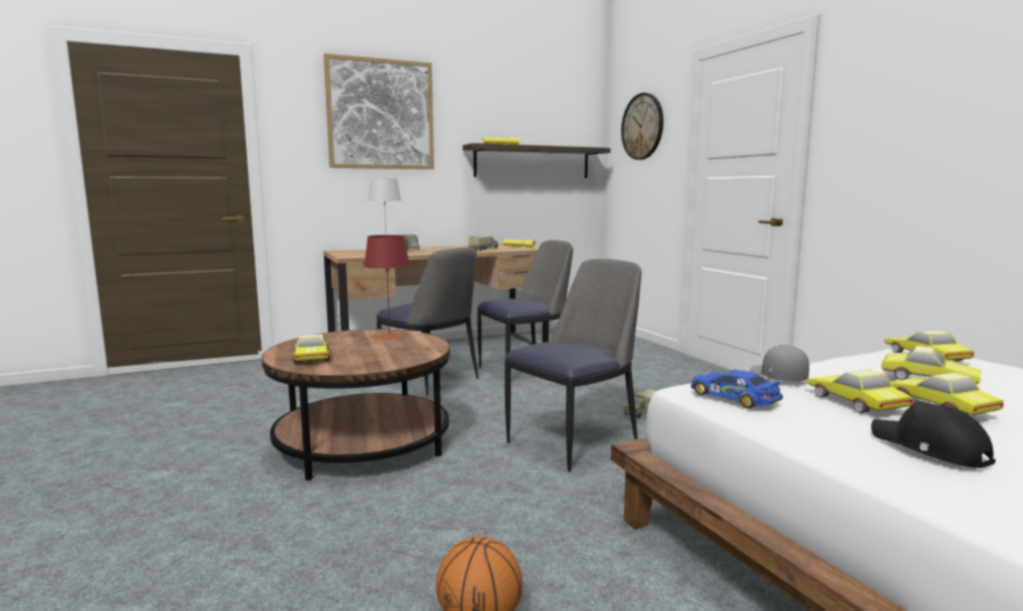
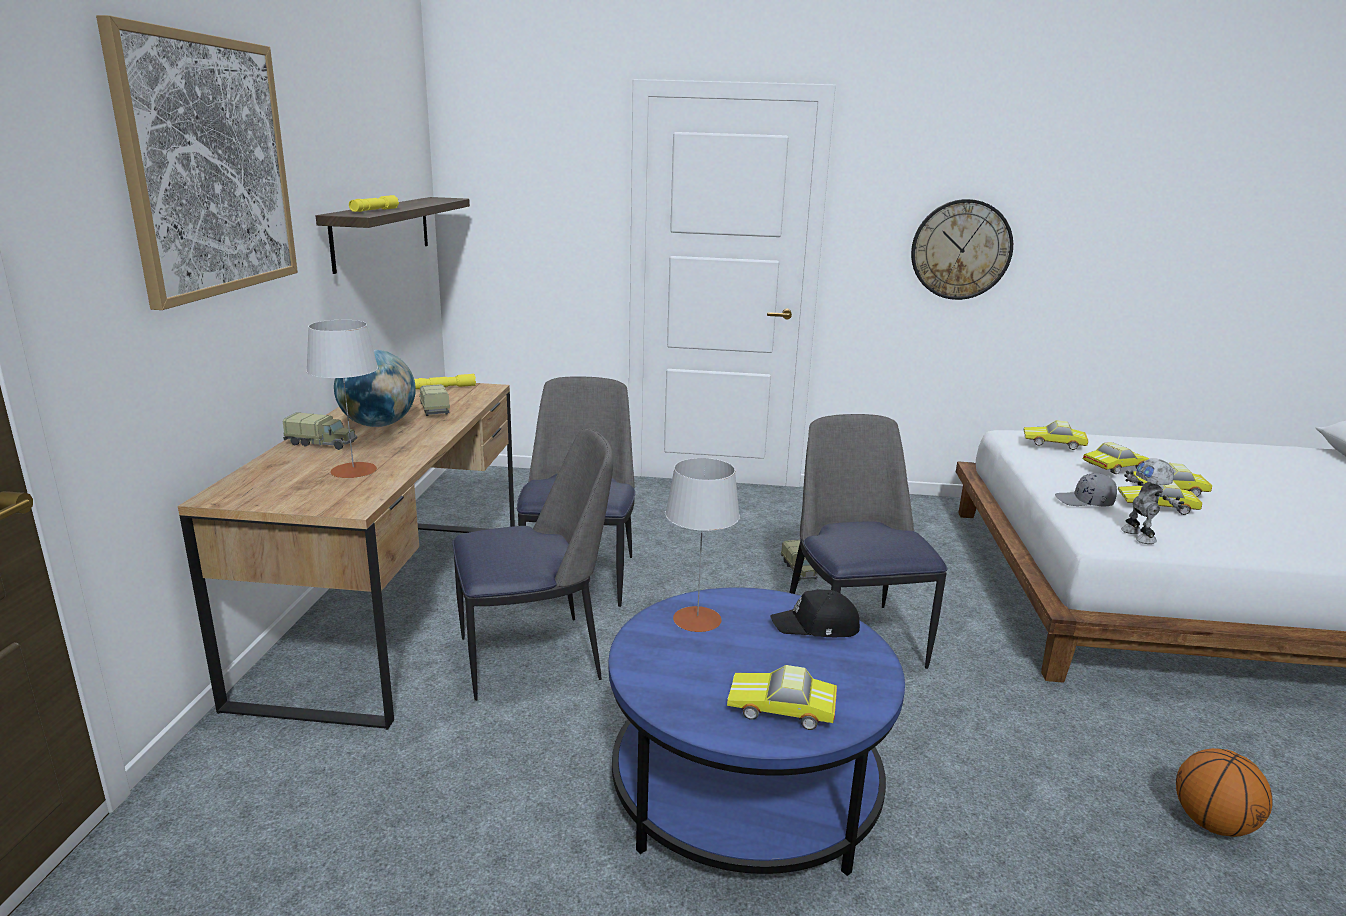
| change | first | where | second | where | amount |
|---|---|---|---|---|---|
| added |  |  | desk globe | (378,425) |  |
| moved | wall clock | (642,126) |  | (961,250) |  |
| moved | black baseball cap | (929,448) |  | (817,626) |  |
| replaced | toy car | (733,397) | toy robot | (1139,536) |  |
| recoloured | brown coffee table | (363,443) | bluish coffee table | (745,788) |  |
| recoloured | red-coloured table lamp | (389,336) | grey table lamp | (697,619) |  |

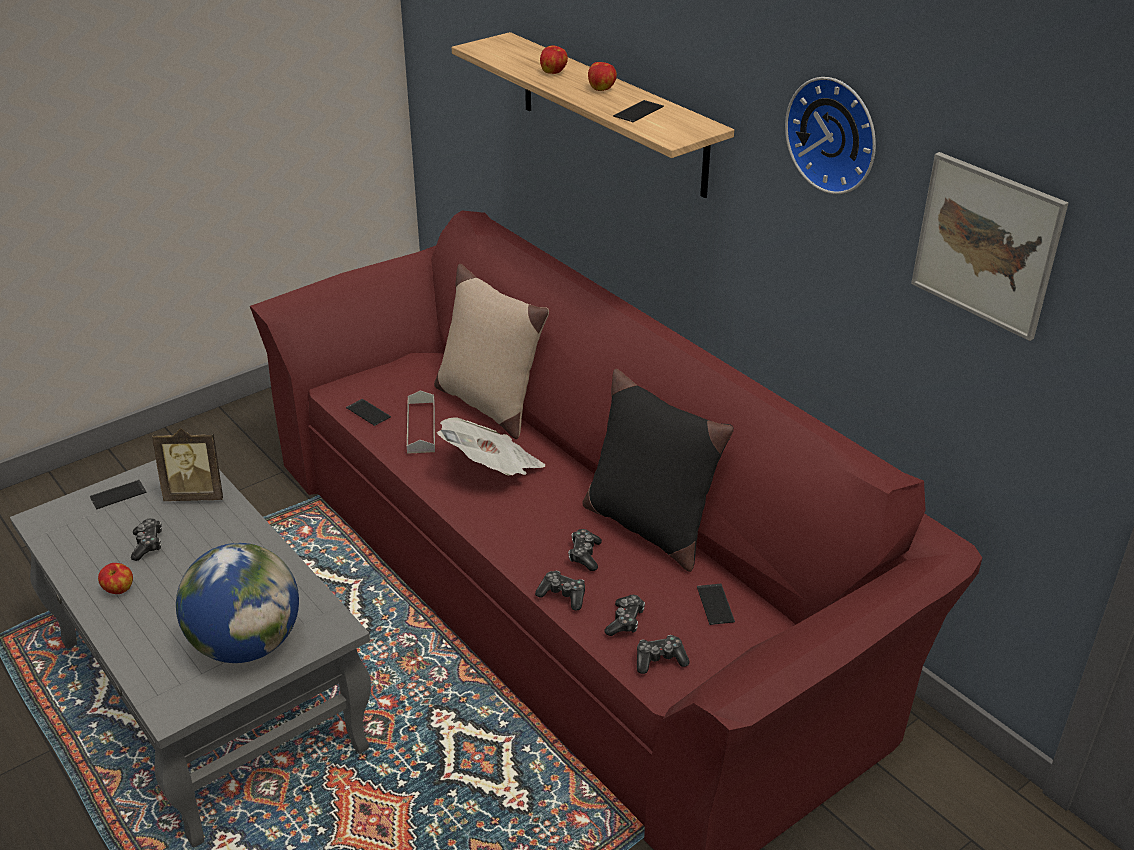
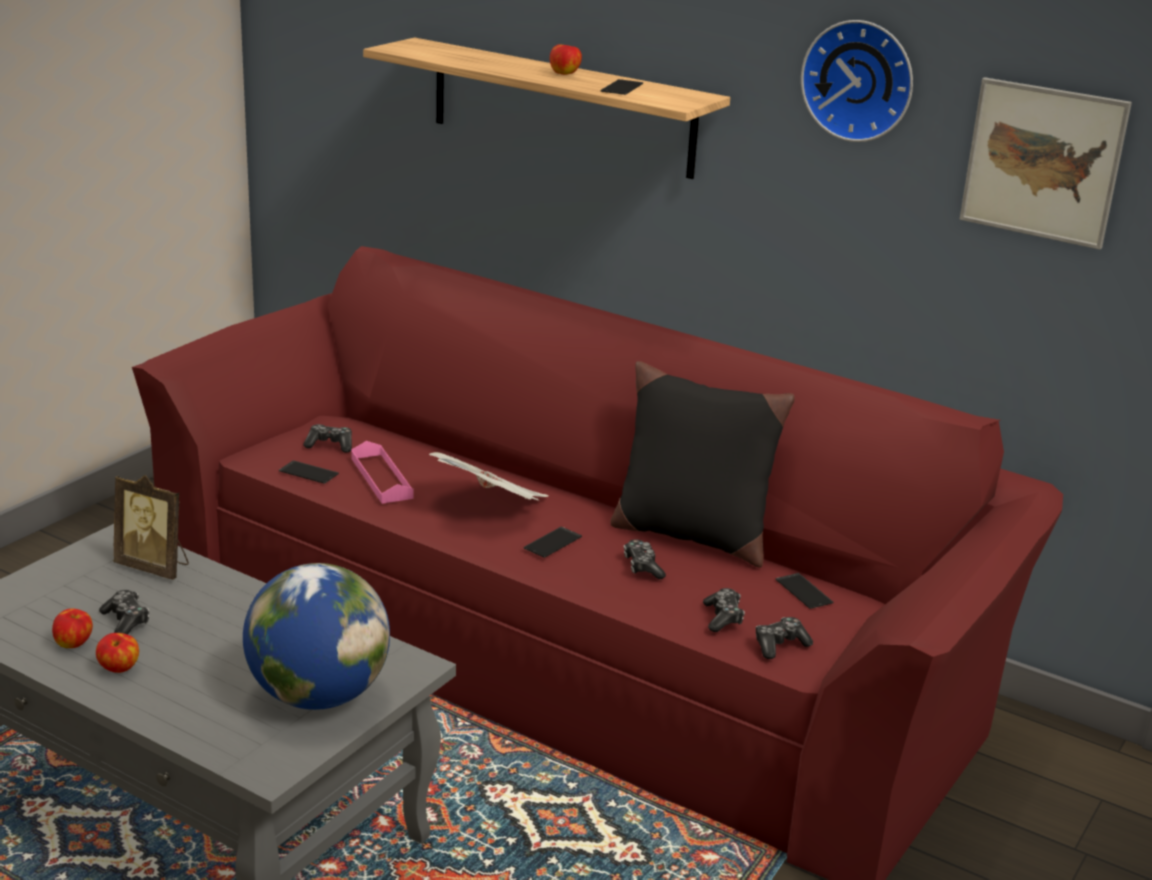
| change | first | where | second | where | amount |
|---|---|---|---|---|---|
| removed | beige pillow | (488,403) |  |  |  |
| moved | telephone | (118,495) |  | (552,542) |  |
| moved | joypad | (563,595) |  | (330,445) |  |
| moved | whole apple | (554,72) |  | (74,644) |  |
| recoloured | grey carrying tray | (421,427) | pinkish carrying tray | (381,478) |  |
| turned | picture frame | (196,494) |  | (155,567) | 45 degrees clockwise |

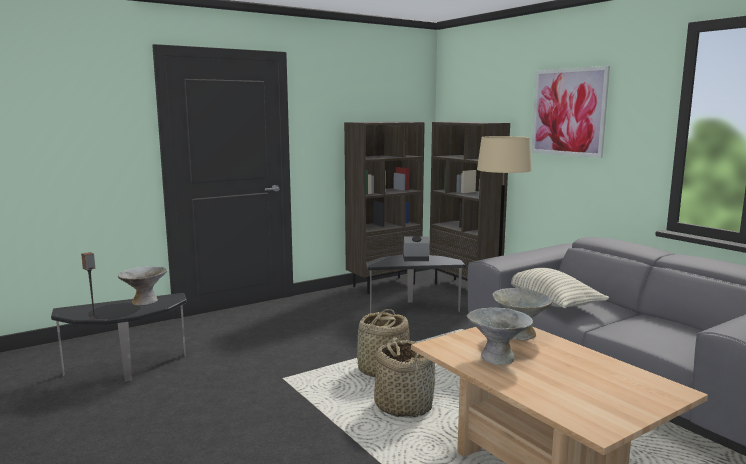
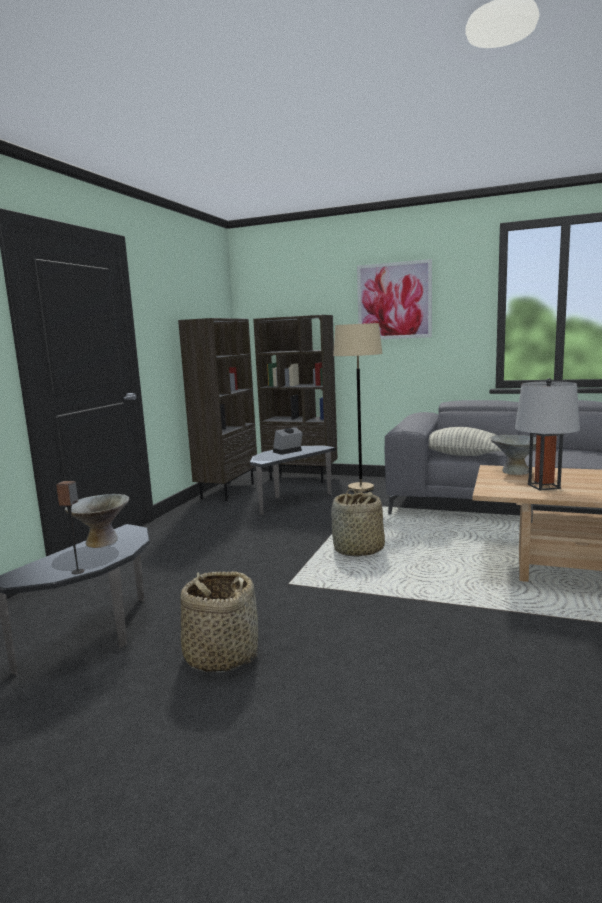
| change | first | where | second | where | amount |
|---|---|---|---|---|---|
| moved | household basket | (403,405) |  | (221,655) |  |
| replaced | grey bowl | (497,357) | grey table lamp | (543,486) |  |

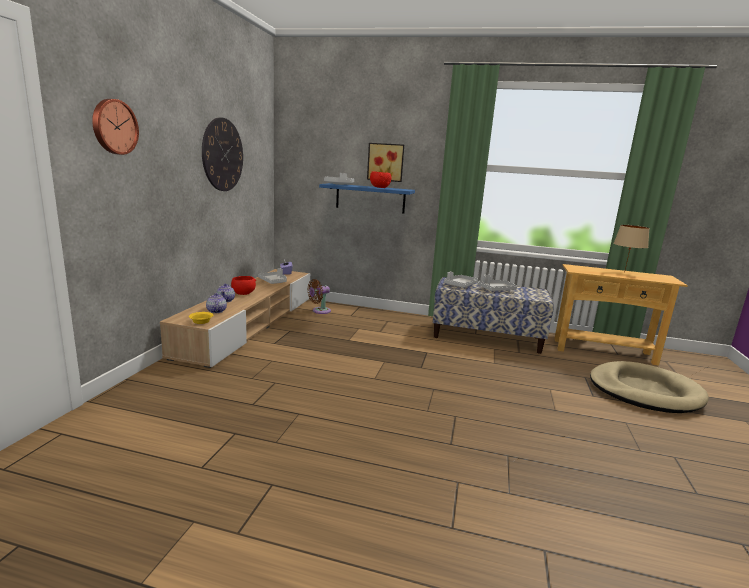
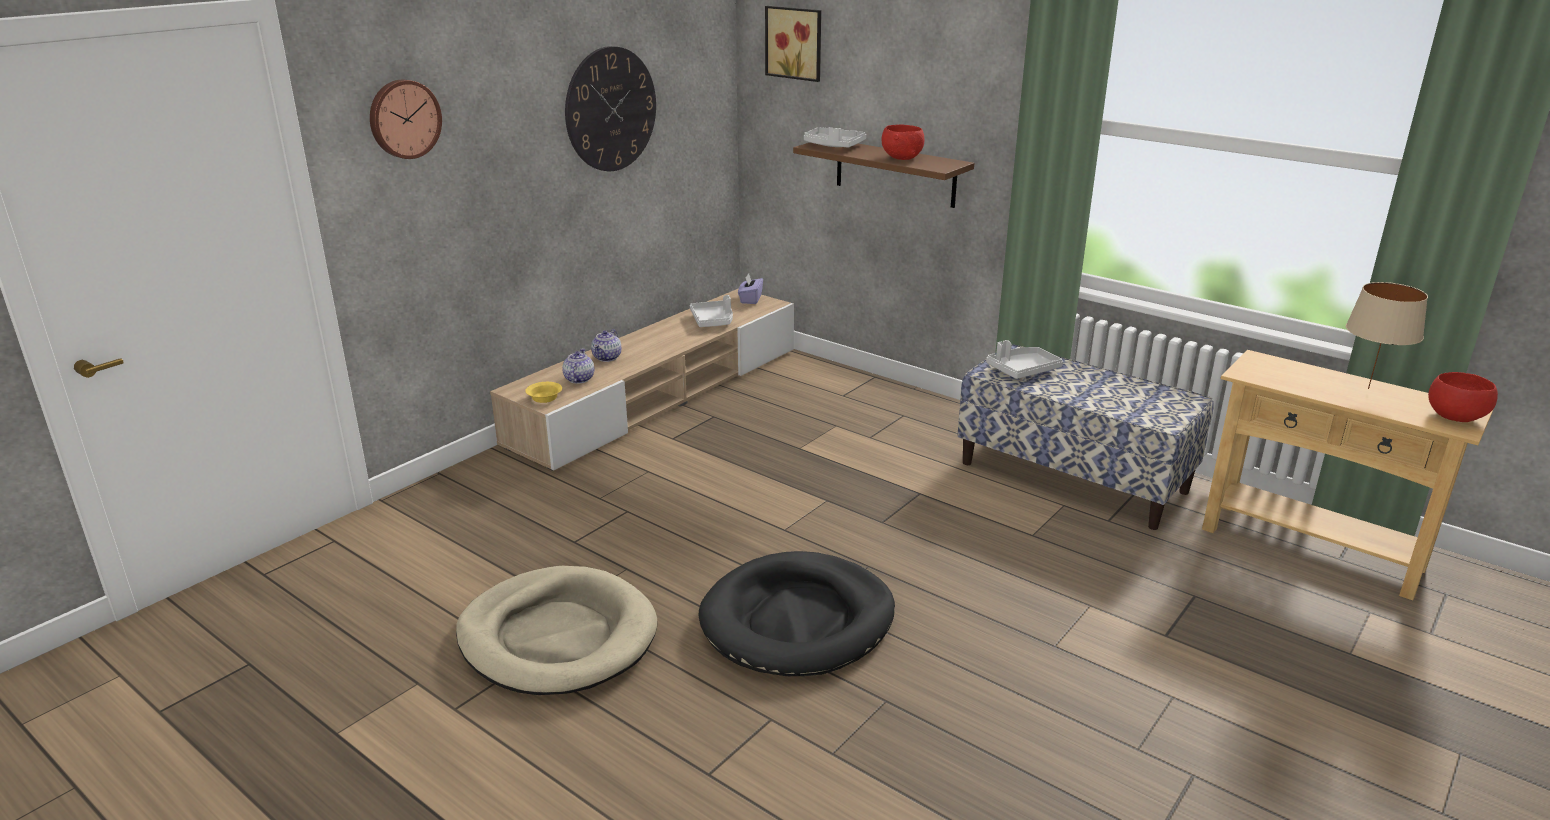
| change | first | where | second | where | amount |
|---|---|---|---|---|---|
| removed | brown fan | (319,311) |  |  |  |
| removed | grey carrying tray | (496,289) |  |  |  |
| added |  |  | black dog cushion | (798,620) |  |
| moved | red-coloured bowl | (243,294) |  | (1454,417) |  |
| moved | wall art | (385,162) |  | (795,43) |  |
| moved | beige dog cushion | (644,391) |  | (558,637) |  |
| recoloured | bluish shelf | (370,198) | brown shelf | (895,173) |  |

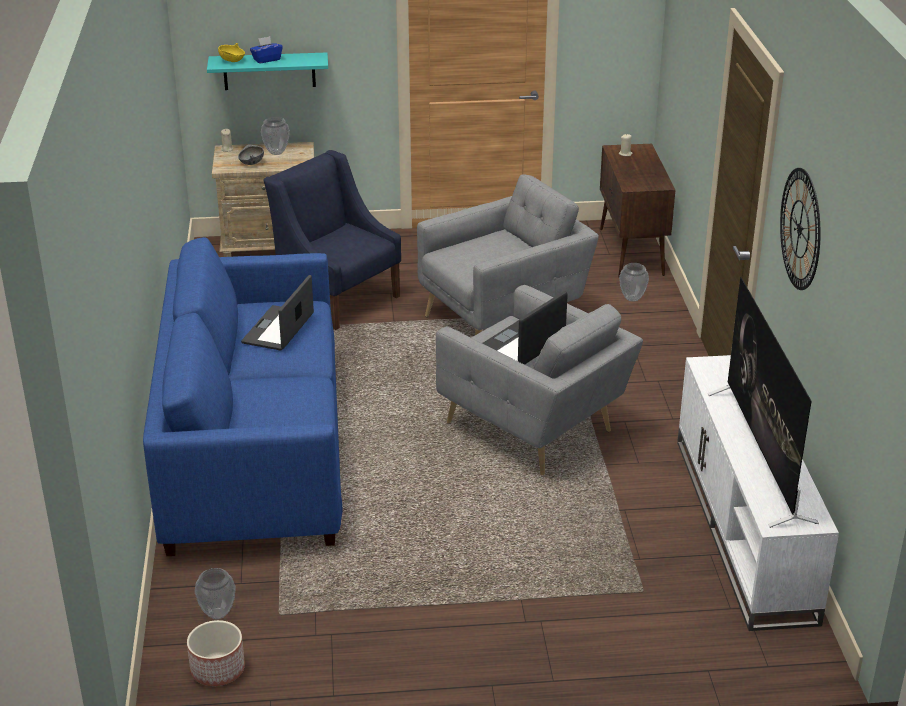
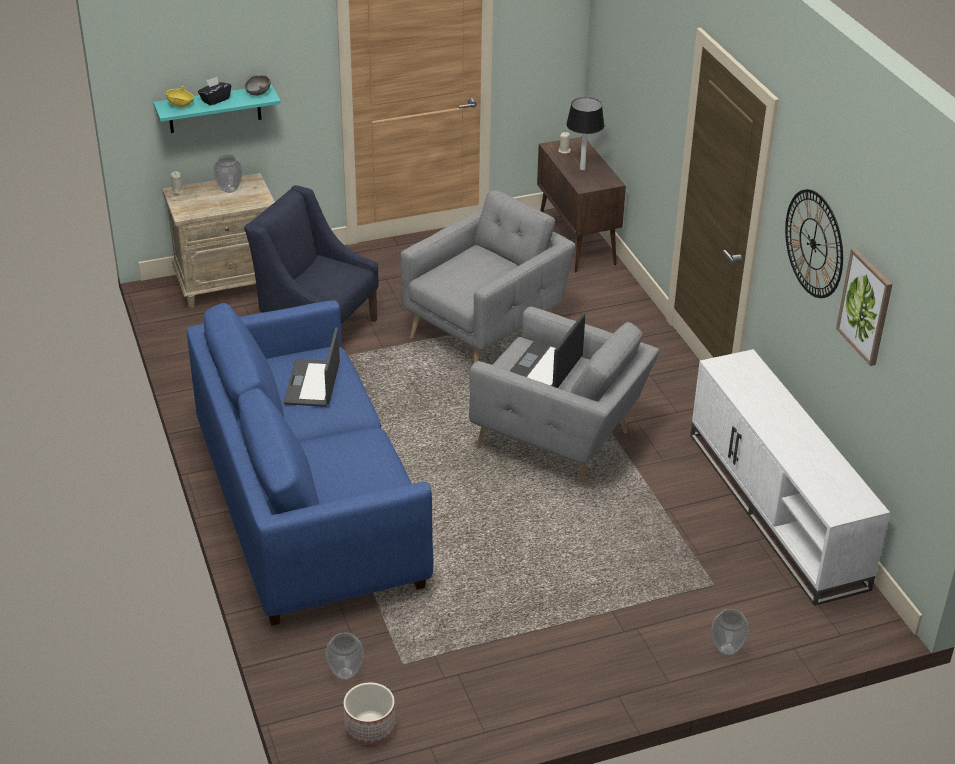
| change | first | where | second | where | amount |
|---|---|---|---|---|---|
| removed | TV set | (760,455) |  |  |  |
| added |  |  | table lamp | (582,169) |  |
| added |  |  | wall art | (865,306) |  |
| moved | grey bowl | (251,163) |  | (257,93) |  |
| moved | decorative vase | (632,298) |  | (726,649) |  |
| recoloured | bluish tissue holder | (266,59) | black tissue holder | (215,100) |  |

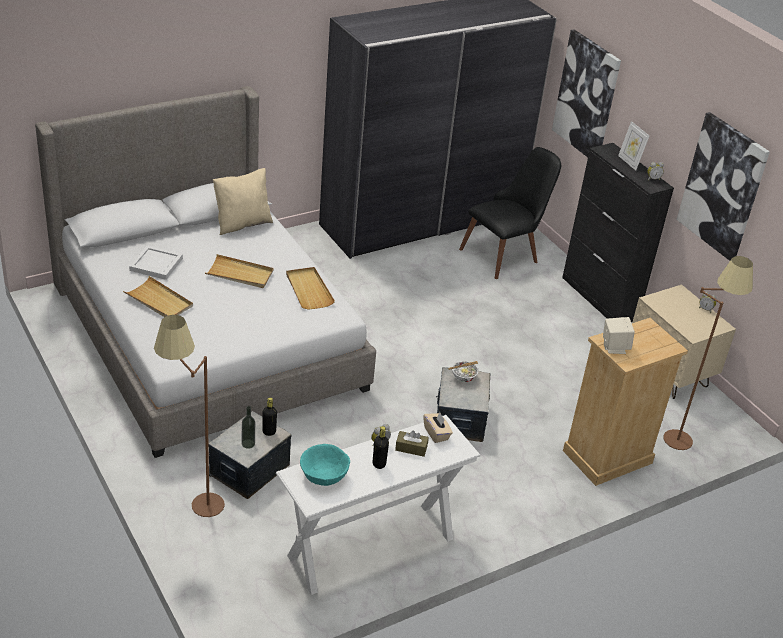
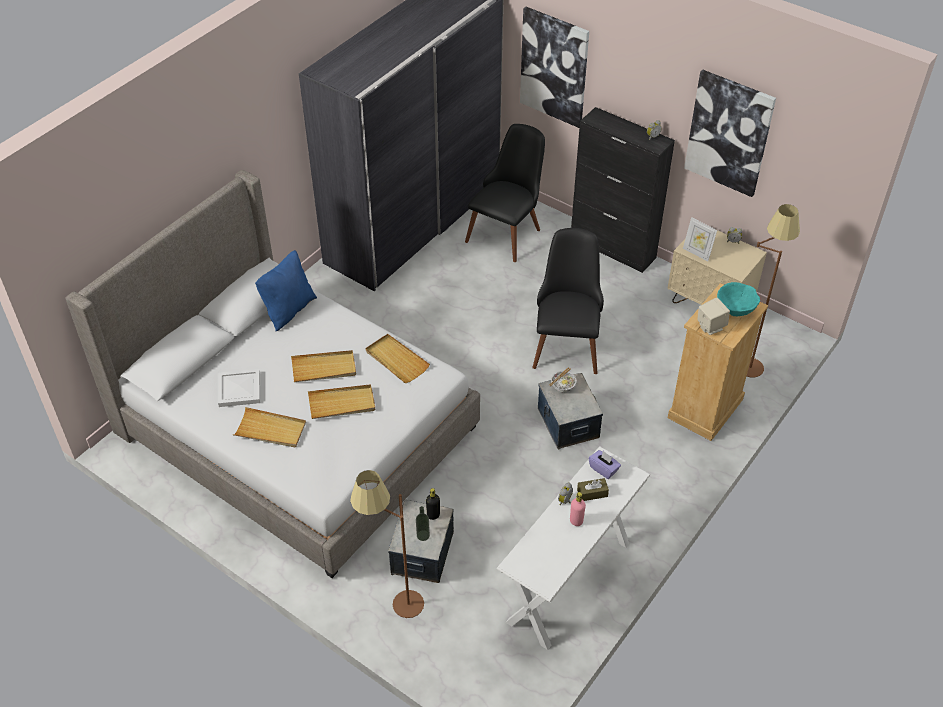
| change | first | where | second | where | amount |
|---|---|---|---|---|---|
| added |  |  | beige carrying tray | (342,404) |  |
| added |  |  | black upright chair | (567,341) |  |
| moved | turquoise-coloured bowl | (323,476) |  | (735,308) |  |
| moved | picture frame | (629,162) |  | (697,253) |  |
| recoloured | beige pillow | (242,224) | bluish pillow | (288,310) |  |
| recoloured | black beverage bottle | (379,464) | pinkish beverage bottle | (576,521) |  |
| recoloured | beige tissue holder | (436,434) | purplish tissue holder | (603,469) |  |

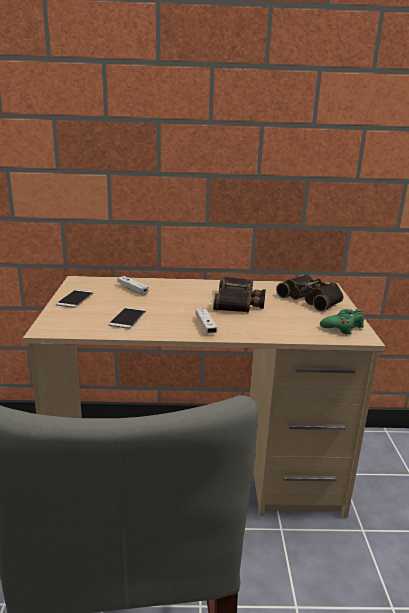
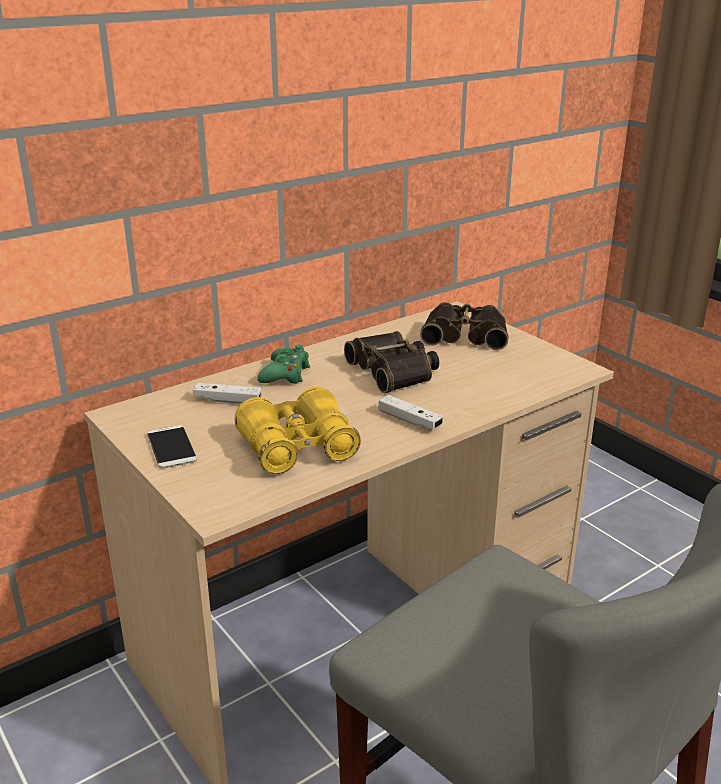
| change | first | where | second | where | amount |
|---|---|---|---|---|---|
| moved | green-coloured joypad | (343,327) |  | (285,374) |  |
| replaced | telephone | (127,318) | yellow-coloured binoculars | (298,448) |  |

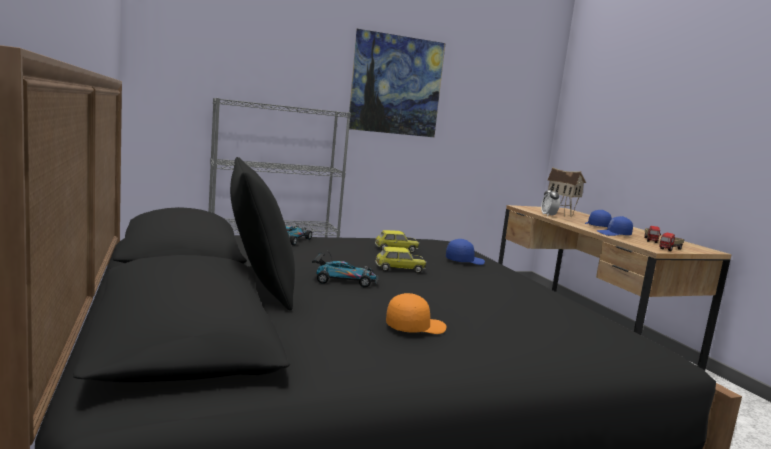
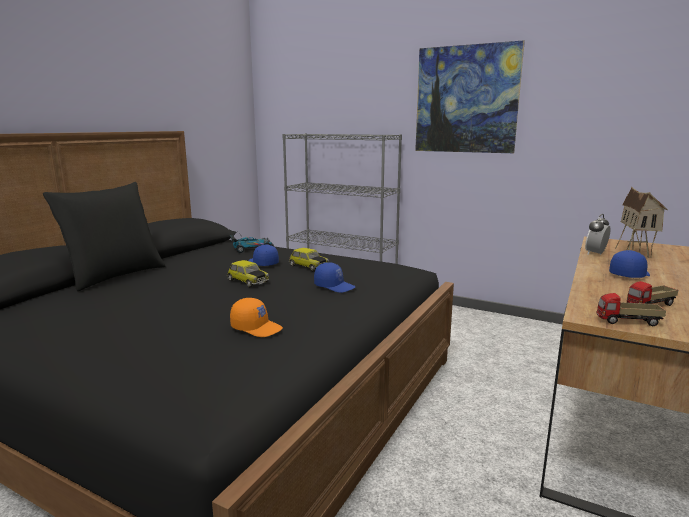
| change | first | where | second | where | amount |
|---|---|---|---|---|---|
| removed | toy car | (344,280) |  |  |  |
| moved | orangey baseball cap | (415,327) |  | (257,328) |  |
| moved | bluish baseball cap | (614,234) |  | (262,263) |  |

